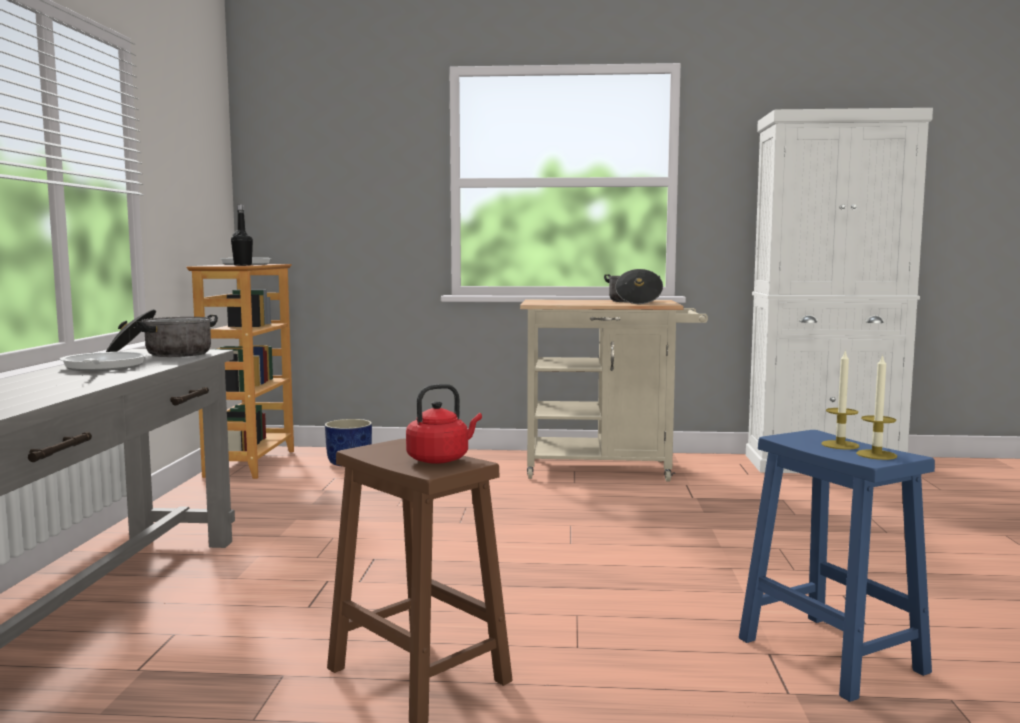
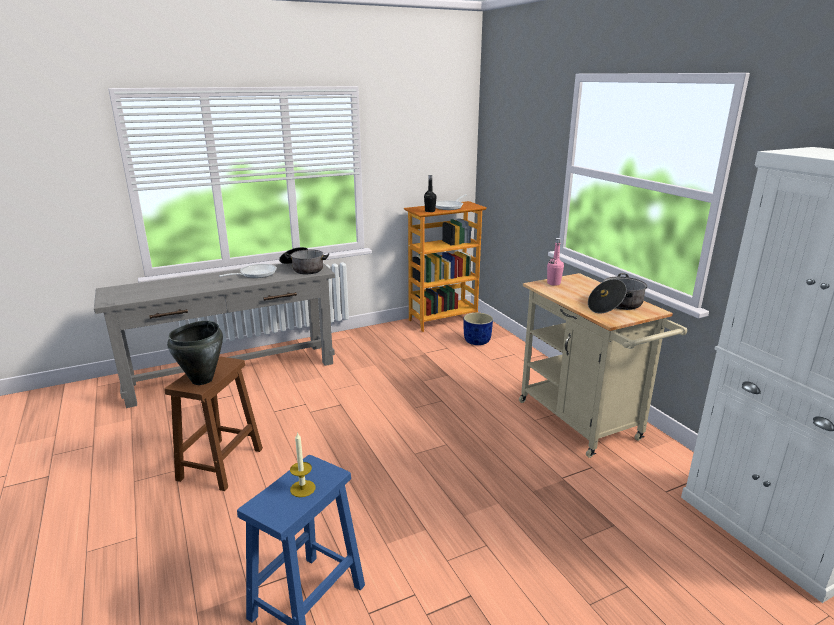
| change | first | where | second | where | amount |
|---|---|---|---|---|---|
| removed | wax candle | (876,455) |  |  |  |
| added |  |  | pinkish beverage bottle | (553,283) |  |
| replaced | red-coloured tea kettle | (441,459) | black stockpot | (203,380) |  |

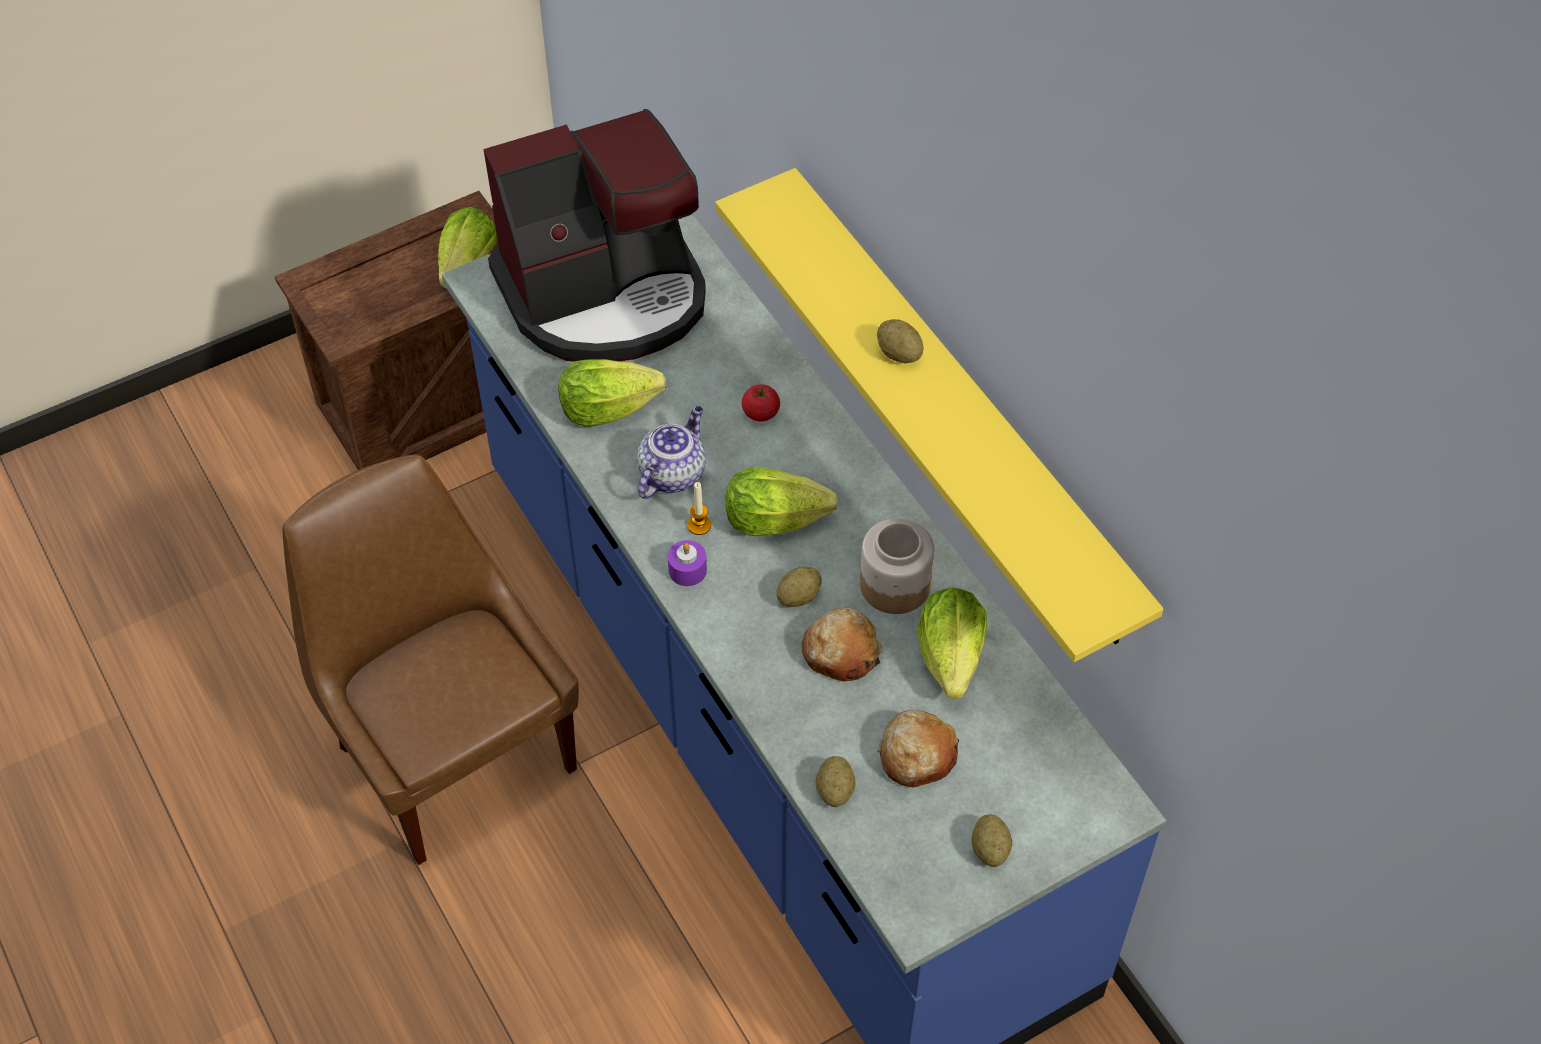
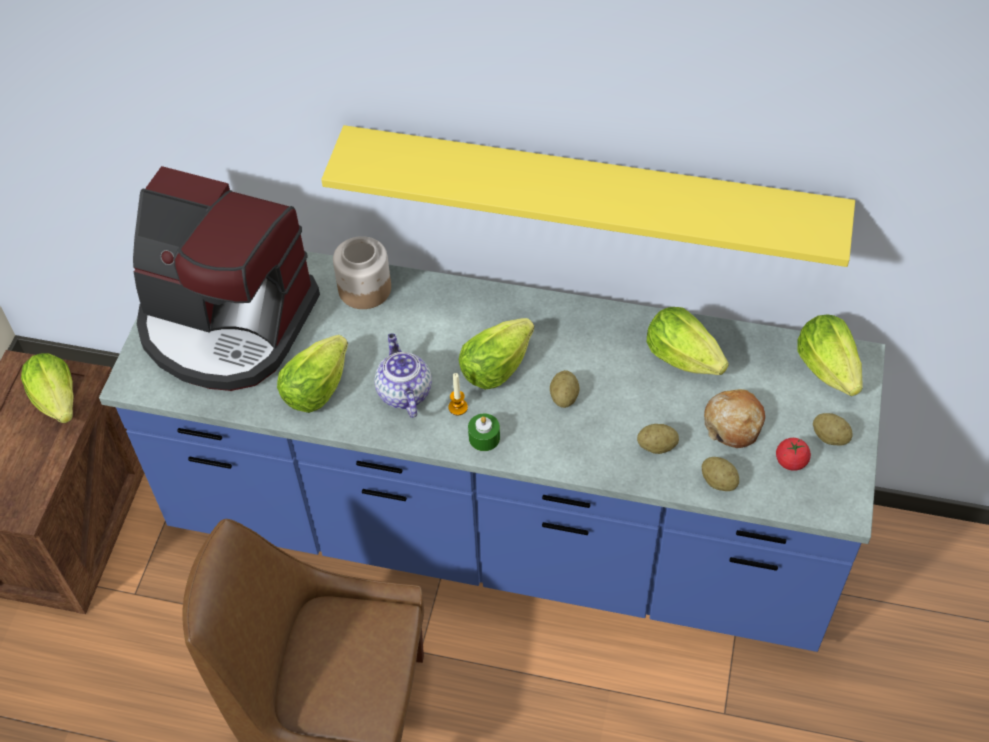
| change | first | where | second | where | amount |
|---|---|---|---|---|---|
| removed | baked bread | (841,652) |  |  |  |
| added |  |  | lettuce head | (827,368) |  |
| moved | tomato | (760,413) |  | (791,461) |  |
| moved | preserve jar | (894,585) |  | (364,289) |  |
| moved | potato | (899,353) |  | (657,446) |  |
| recoloured | purplish wax candle | (687,570) | green-coloured wax candle | (484,438) |  |
| turned | coffee machine | (605,294) |  | (226,324) | 90 degrees clockwise |

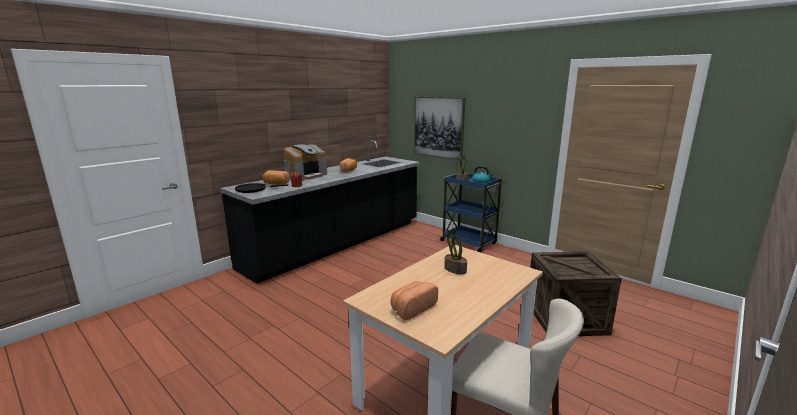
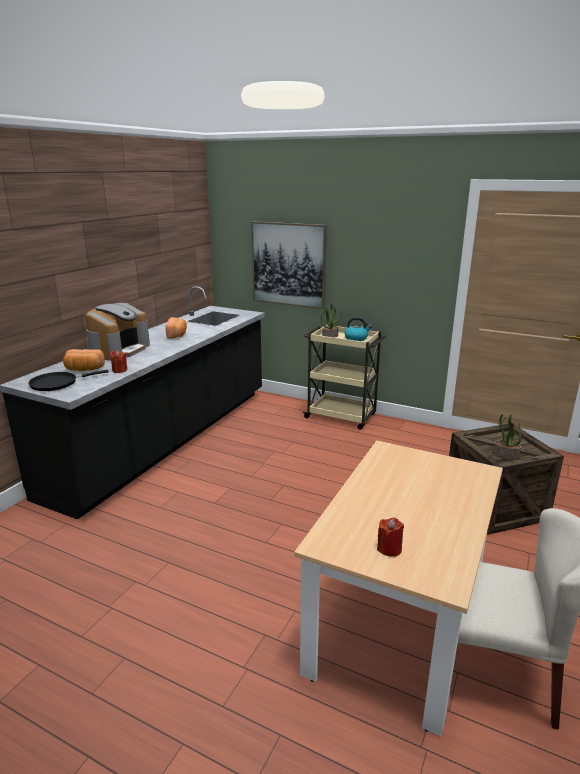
| change | first | where | second | where | amount |
|---|---|---|---|---|---|
| moved | plant in a pot | (454,269) |  | (505,455) |  |
| replaced | baked bread | (412,308) | red-coloured wax candle | (389,549) |  |
| recoloured | bluish wheeled cart | (469,243) | beige wheeled cart | (342,416) |  |

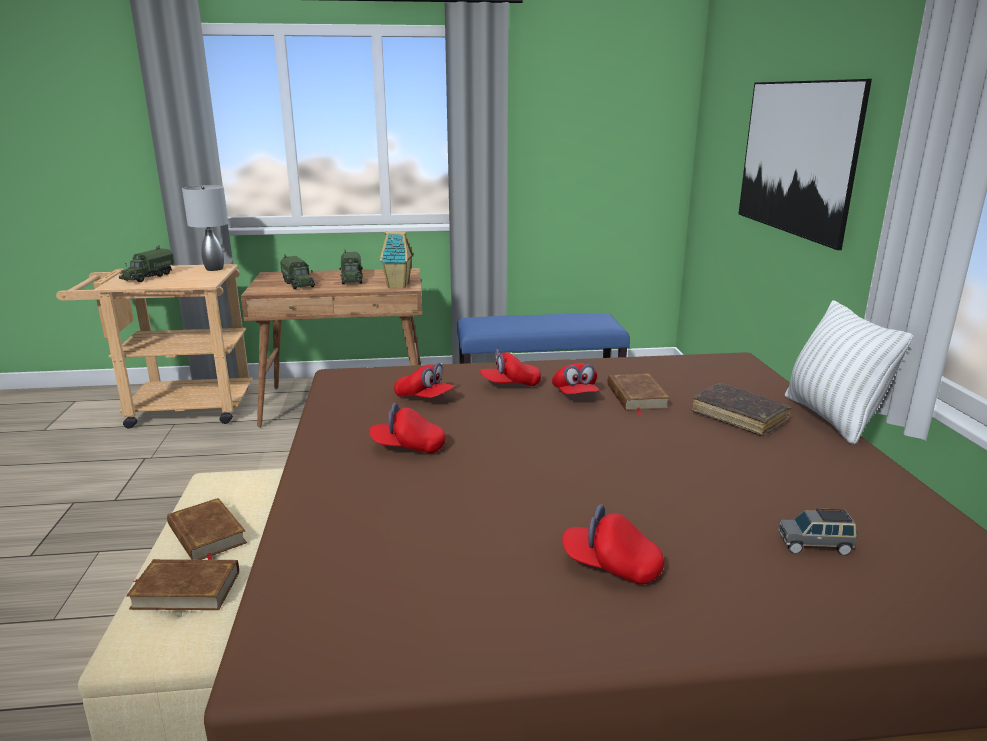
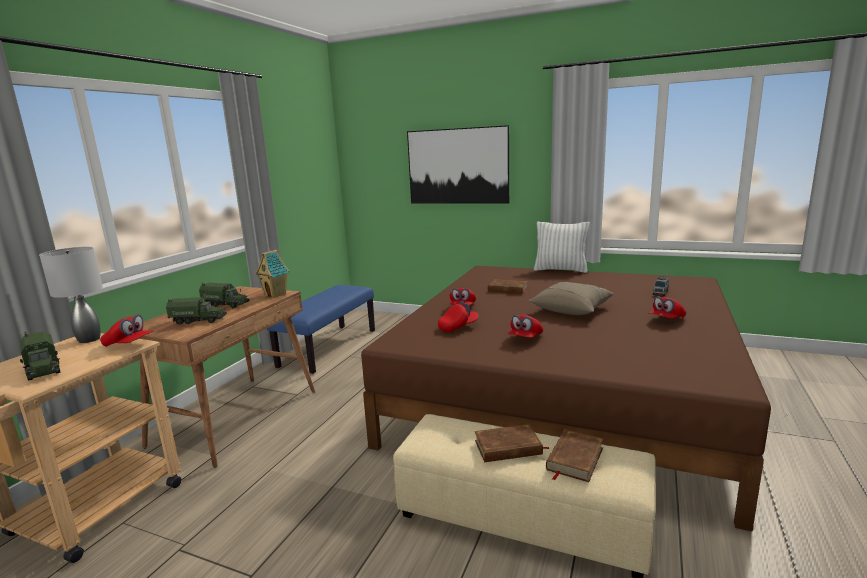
| change | first | where | second | where | amount |
|---|---|---|---|---|---|
| removed | brown volume | (739,417) |  |  |  |
| added |  |  | beige pillow | (571,309) |  |
| moved | red-coloured baseball cap | (575,395) |  | (129,345) |  |

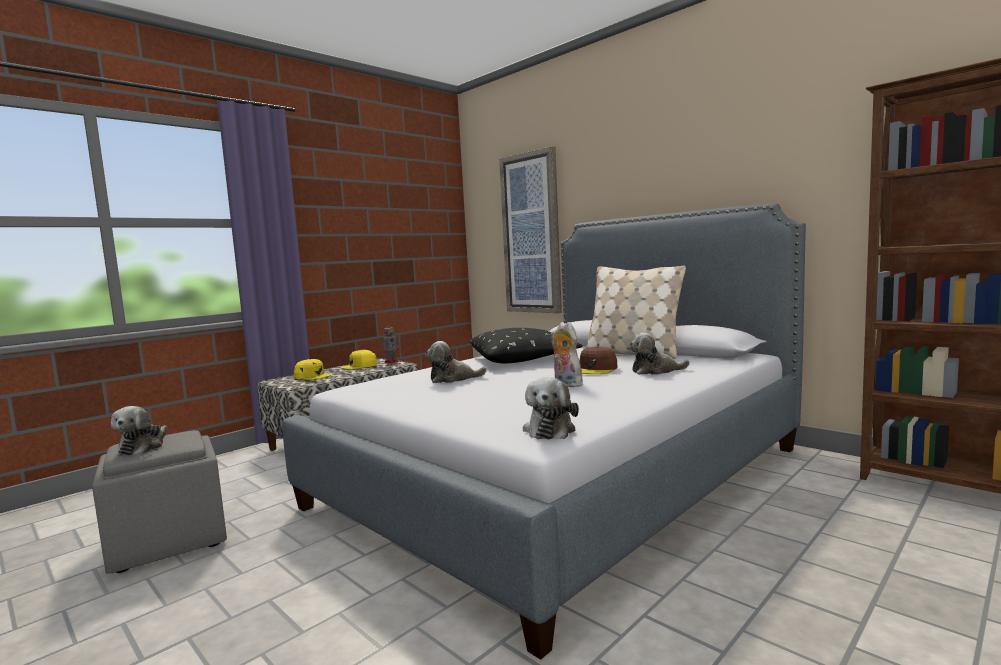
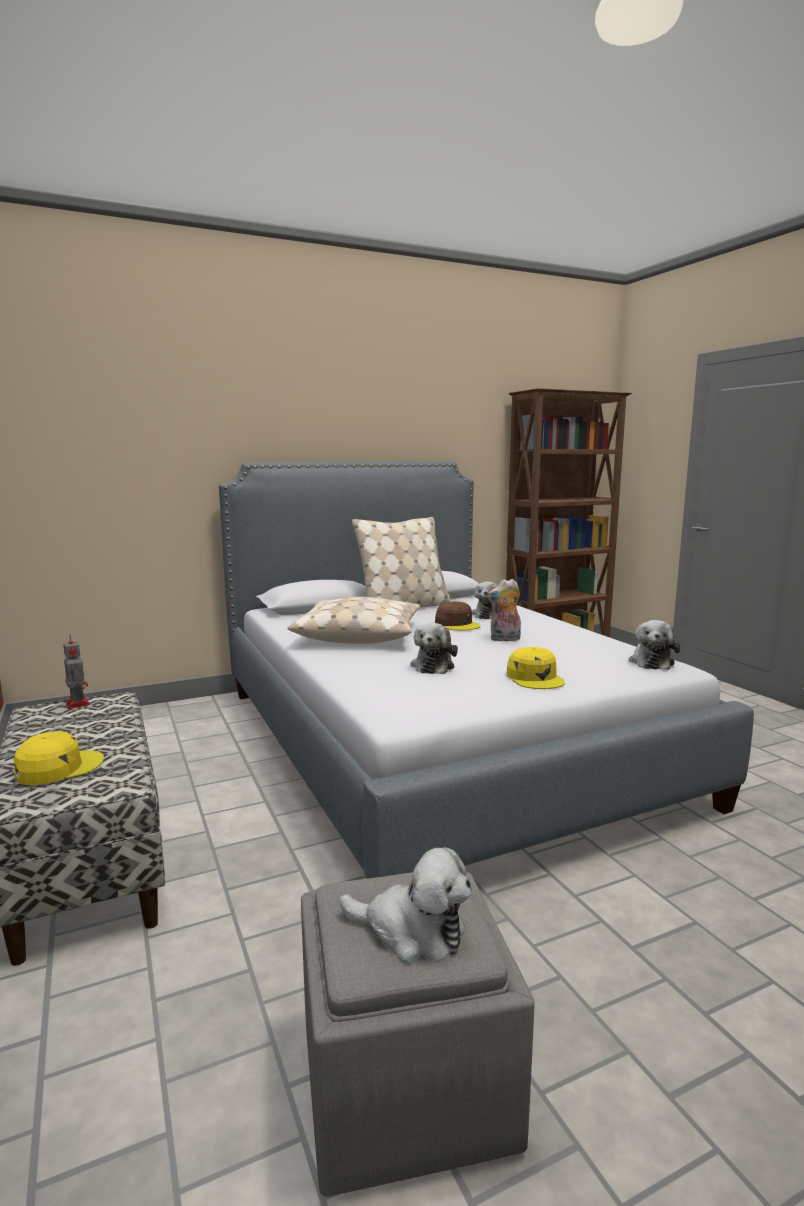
| change | first | where | second | where | amount |
|---|---|---|---|---|---|
| removed | wall art | (531,234) |  |  |  |
| moved | yellow-coloured baseball cap | (359,366) |  | (535,678) |  |
| recoloured | black pillow | (524,359) | beige pillow | (359,634) |  |
| turned | plush toy | (550,429) |  | (651,662) | 75 degrees clockwise |

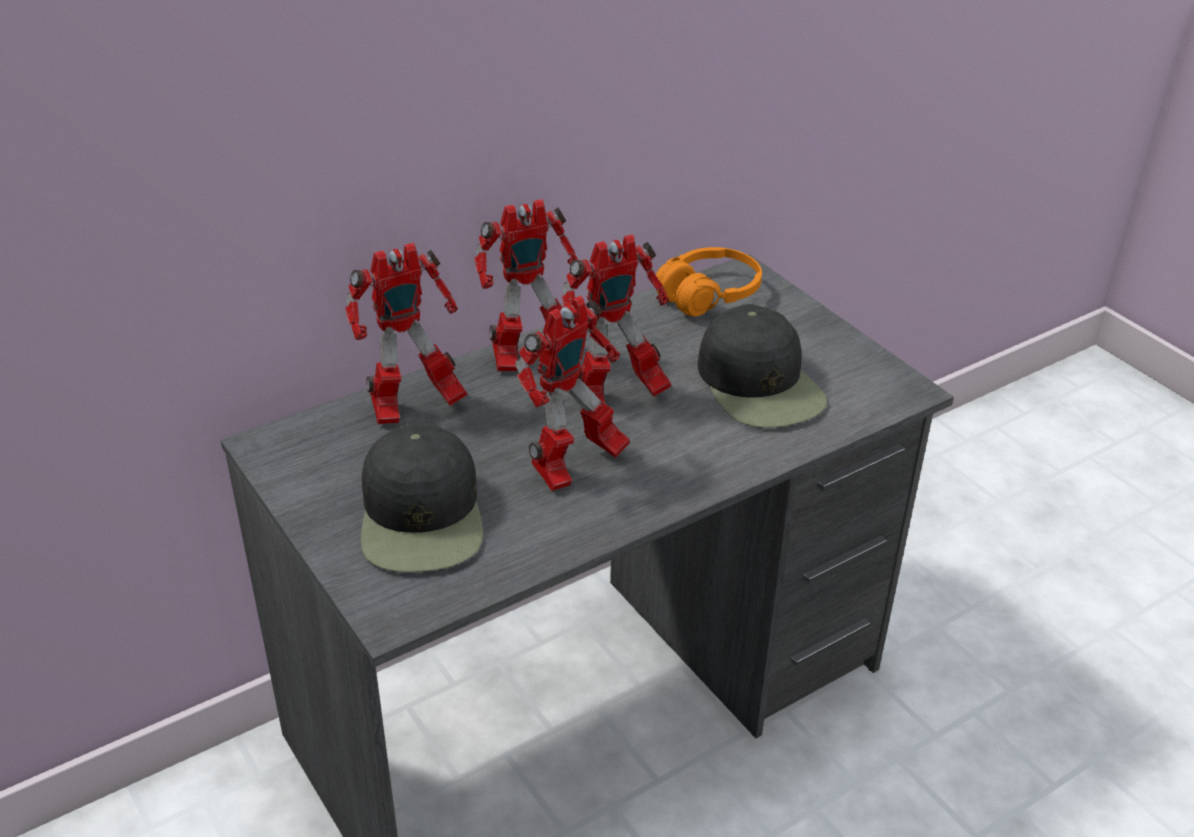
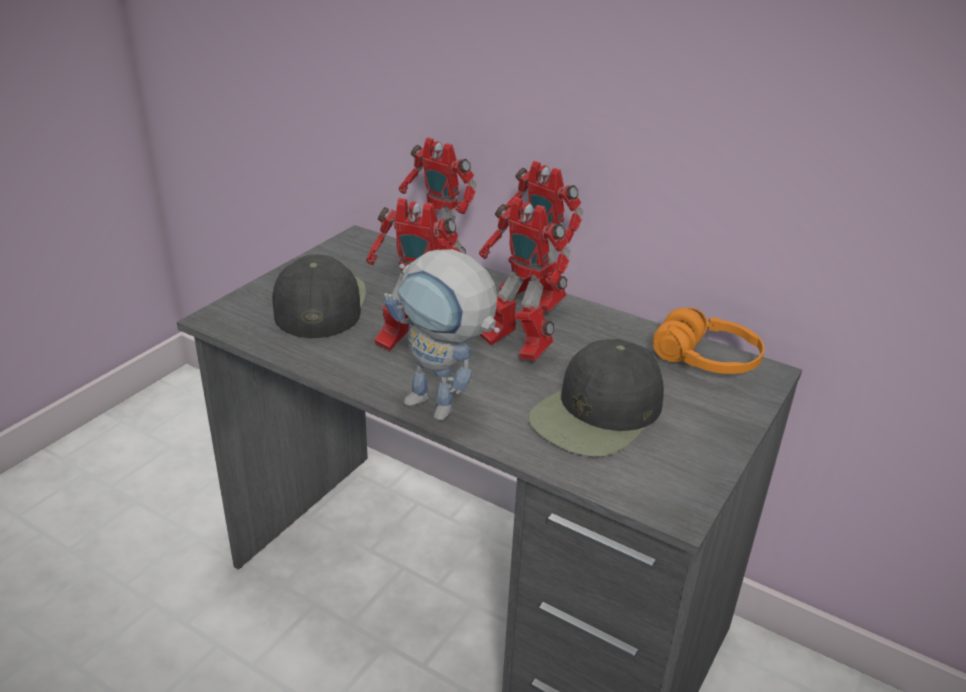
| change | first | where | second | where | amount |
|---|---|---|---|---|---|
| added |  |  | toy robot | (444,410) |  |
| turned | black baseball cap | (422,517) |  | (319,304) | 120 degrees clockwise |

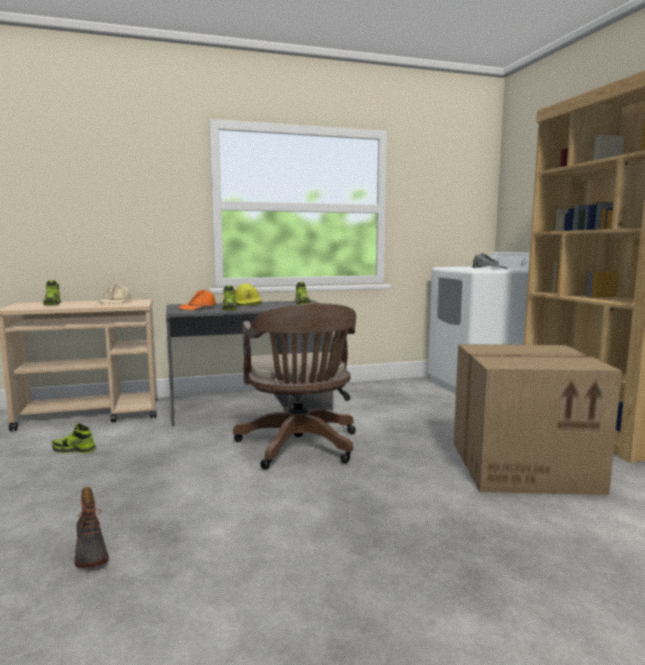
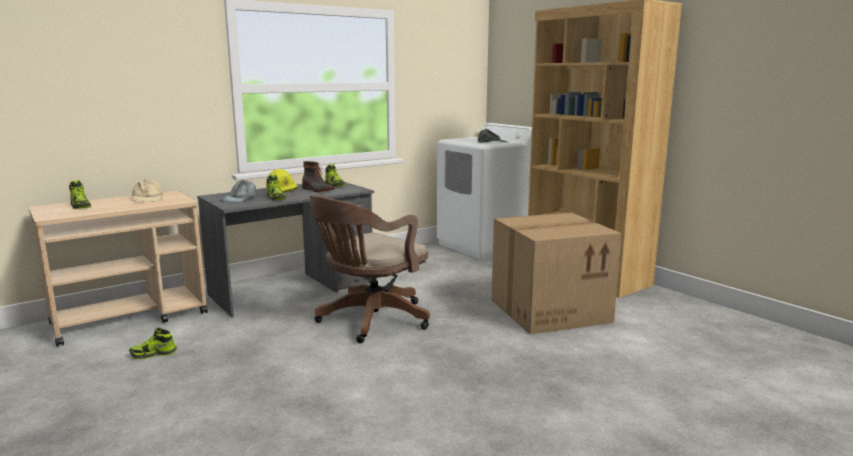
| change | first | where | second | where | amount |
|---|---|---|---|---|---|
| moved | tall boot | (89,552) |  | (317,190) |  |
| recoloured | orangey baseball cap | (198,307) | grey baseball cap | (240,198) |  |
| turned | brown desk chair | (300,447) |  | (370,321) | 75 degrees clockwise |

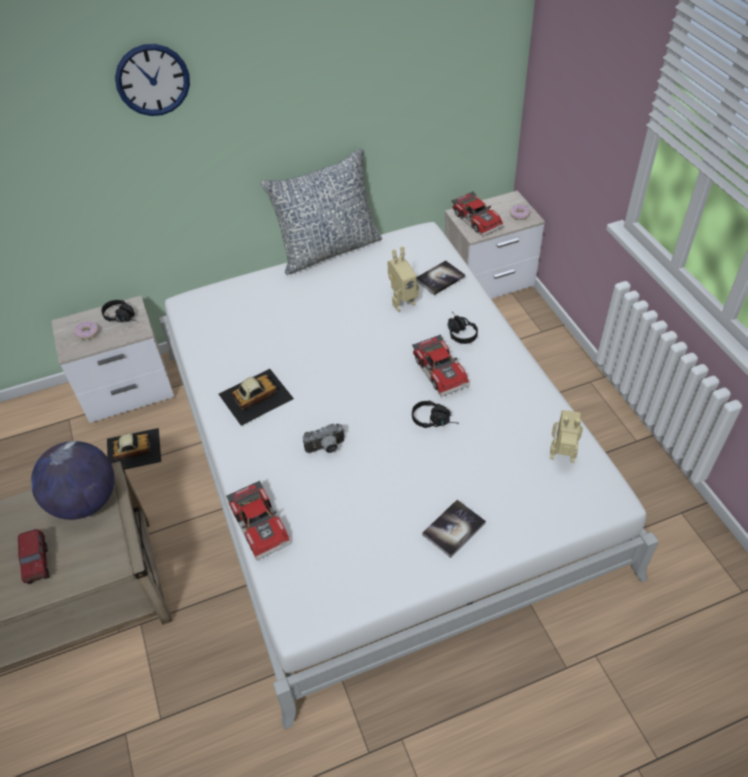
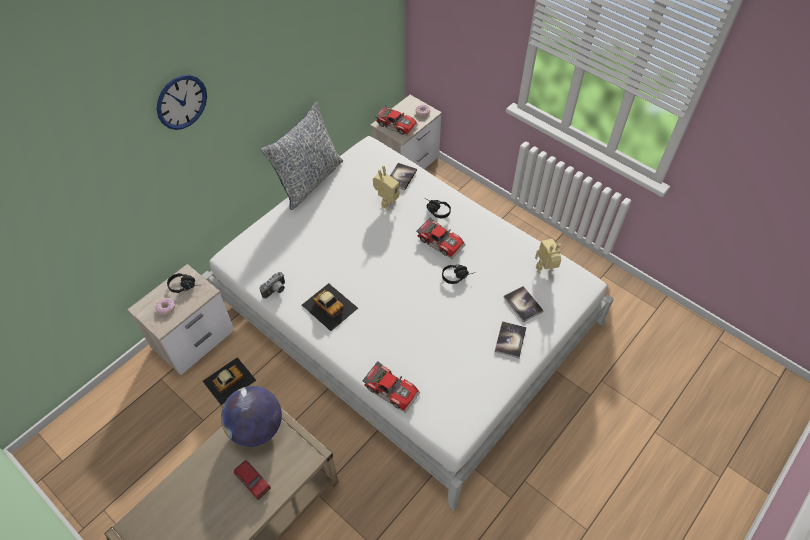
| change | first | where | second | where | amount |
|---|---|---|---|---|---|
| added |  |  | volume | (523,304) |  |
| moved | still camera | (326,448) |  | (276,291) |  |
| turned | toy car | (255,396) |  | (329,306) | 105 degrees clockwise |

